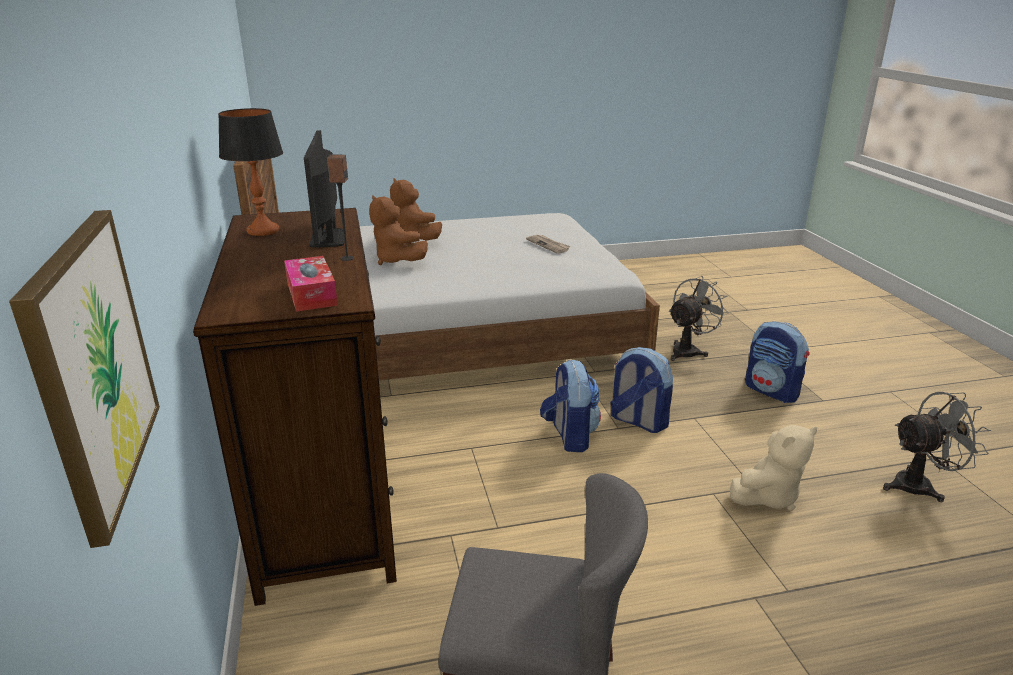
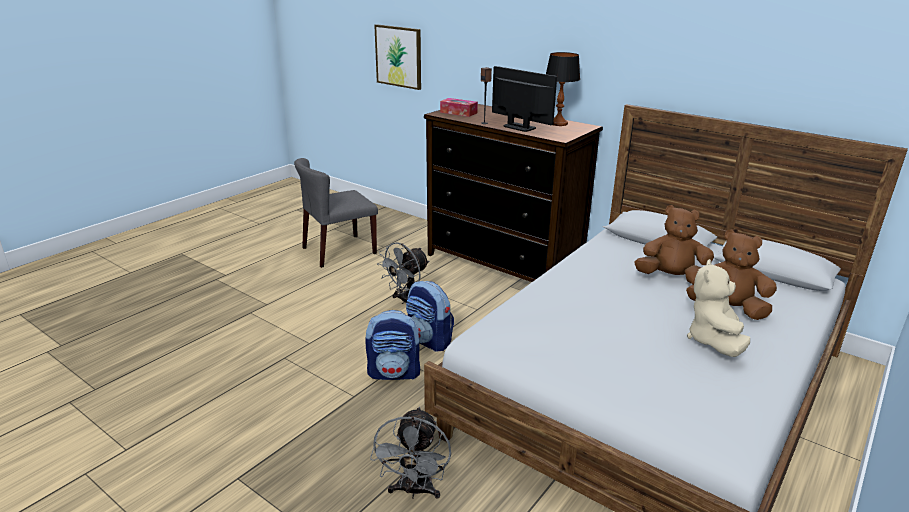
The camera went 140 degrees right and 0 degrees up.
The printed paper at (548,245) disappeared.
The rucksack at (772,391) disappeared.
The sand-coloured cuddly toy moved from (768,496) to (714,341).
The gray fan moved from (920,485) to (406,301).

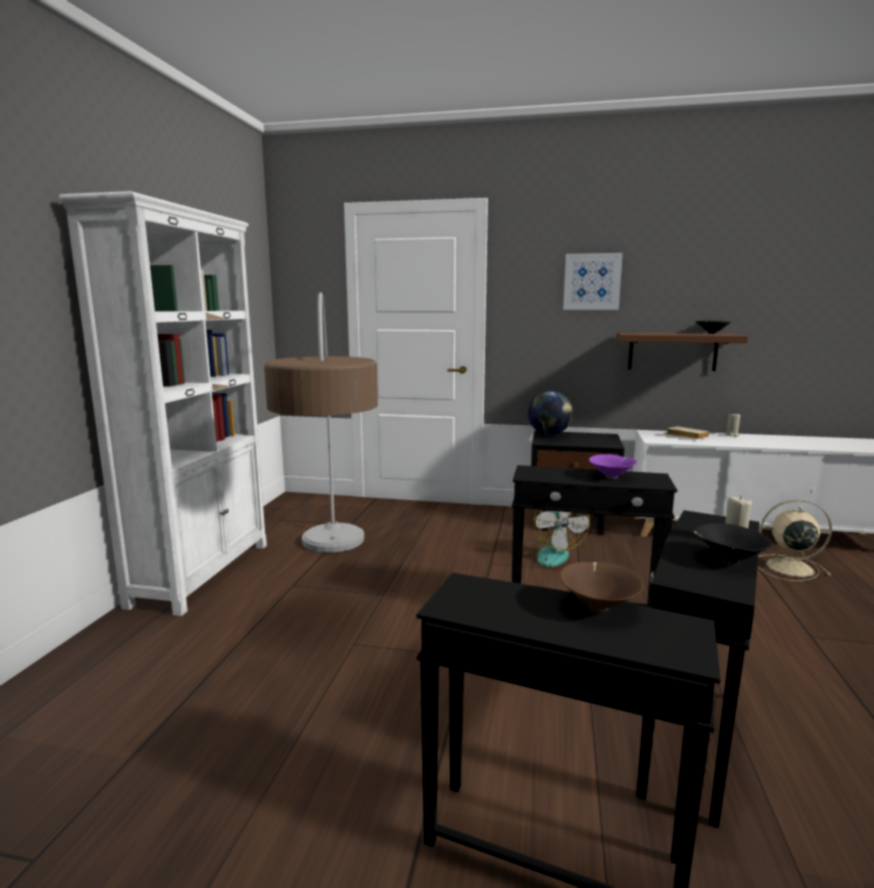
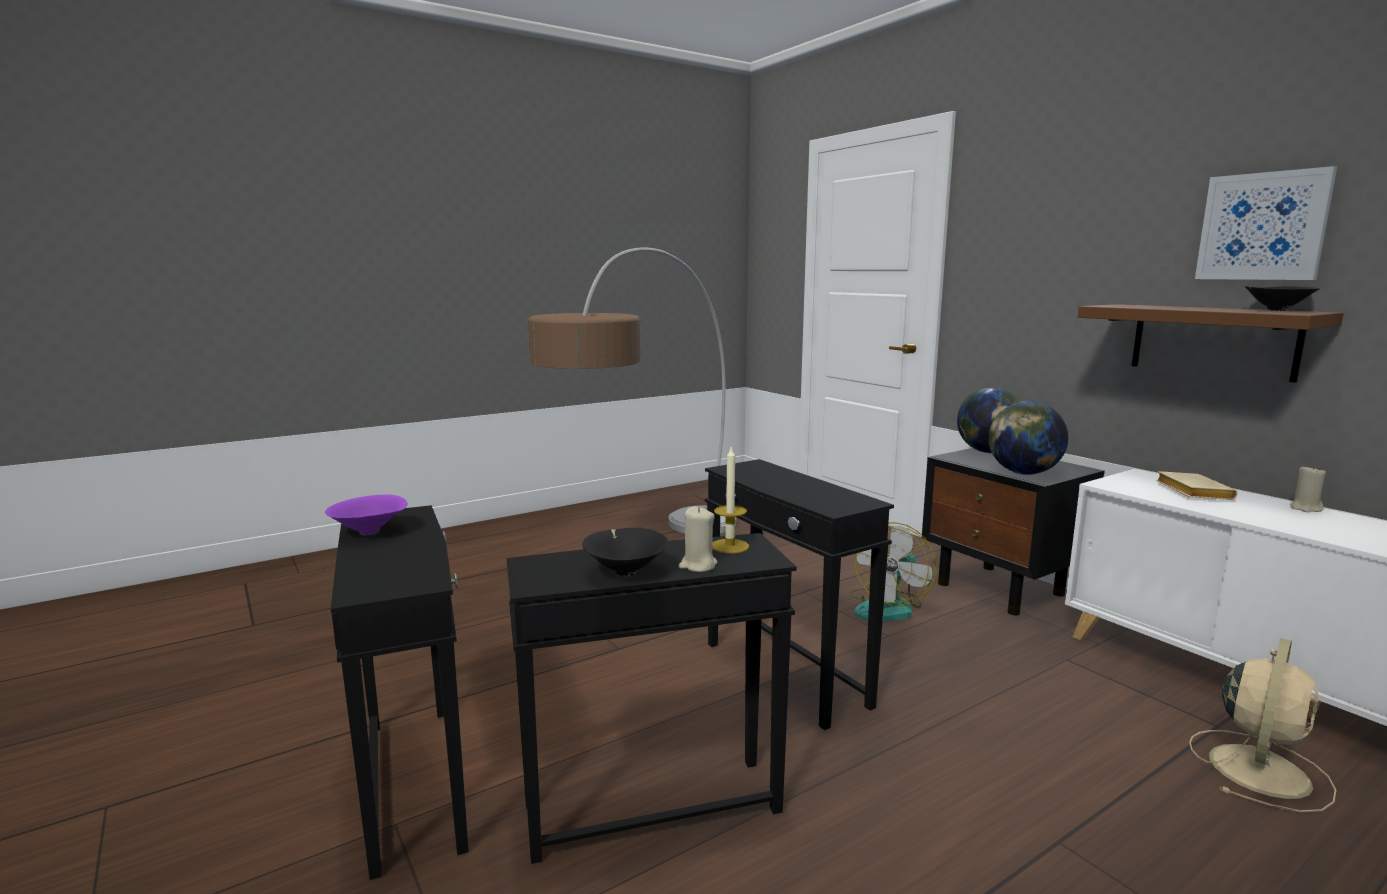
The camera went 45 degrees right and 0 degrees up.
The whitish bookcase at (203,573) disappeared.
The brown deep dish at (598,605) disappeared.
The wax candle at (730,546) appeared.
The desk globe at (1023,473) appeared.
The picture moved from (592,281) to (1262,226).
The purple-coloured deep dish moved from (612,477) to (371,532).
The sand-coloured fan at (787,567) turned 75 degrees clockwise.

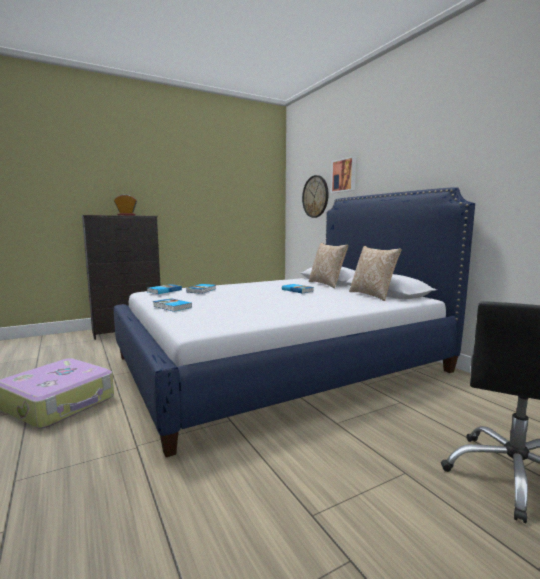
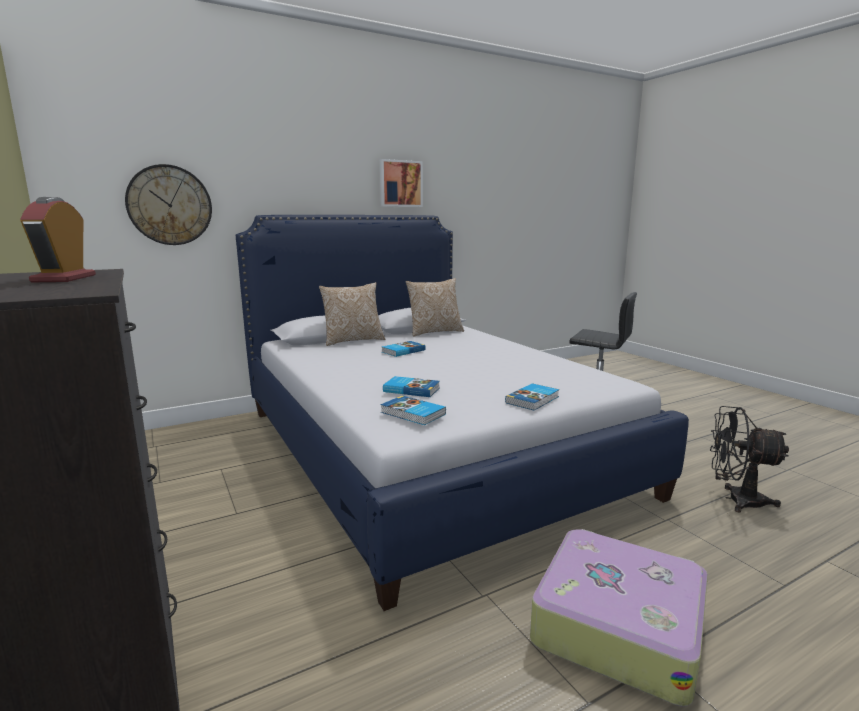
The camera went 90 degrees left and 5 degrees up.
The black-coloured fan at (736,500) appeared.
The picture moved from (344,175) to (400,183).

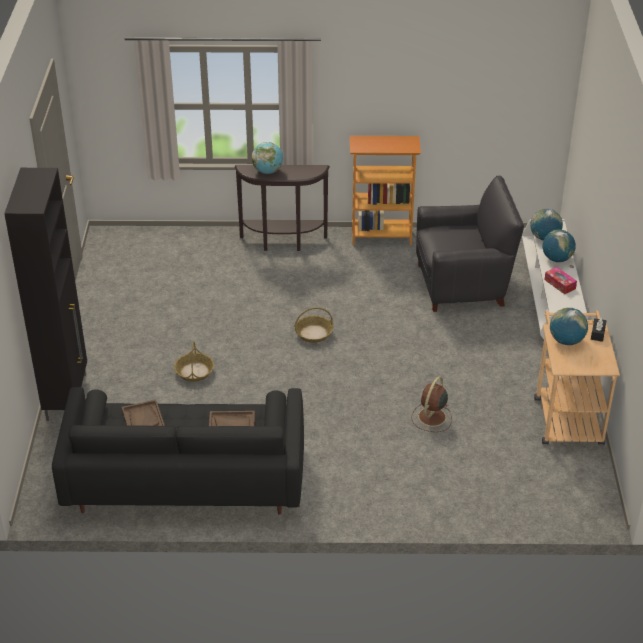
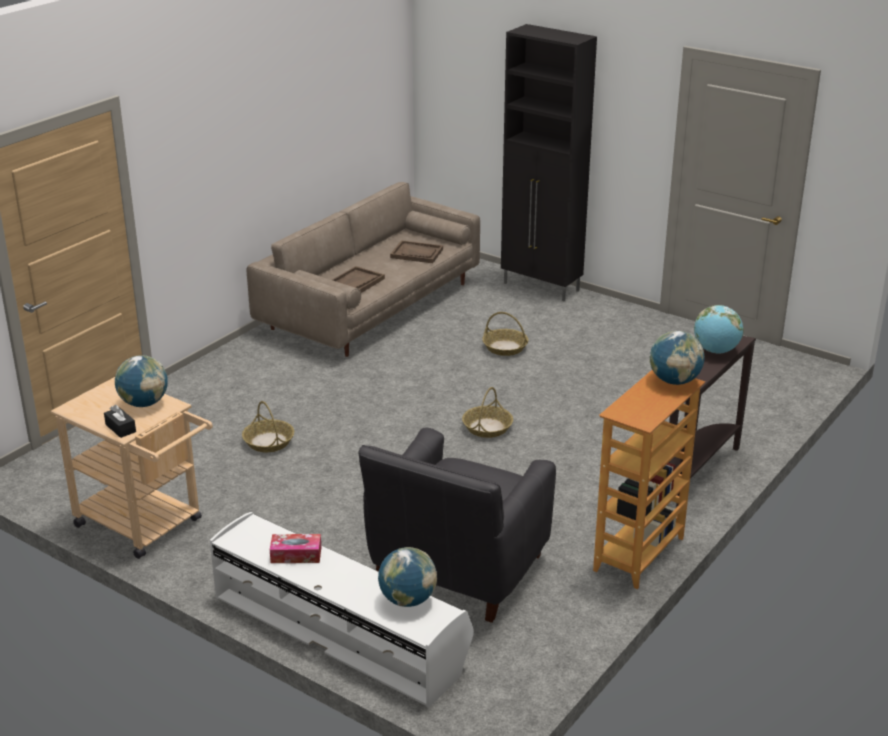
The camera went 125 degrees right and 10 degrees down.
The desk globe moved from (557,259) to (674,381).
The brown fan at (431,417) was replaced by the storage basket at (268,442).
The black-coloured couch at (185,477) became the sand-coloured couch at (370,306).

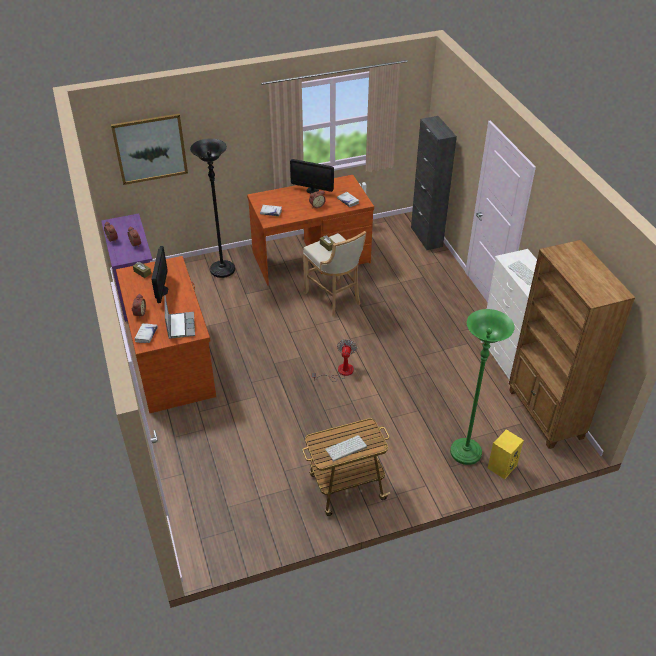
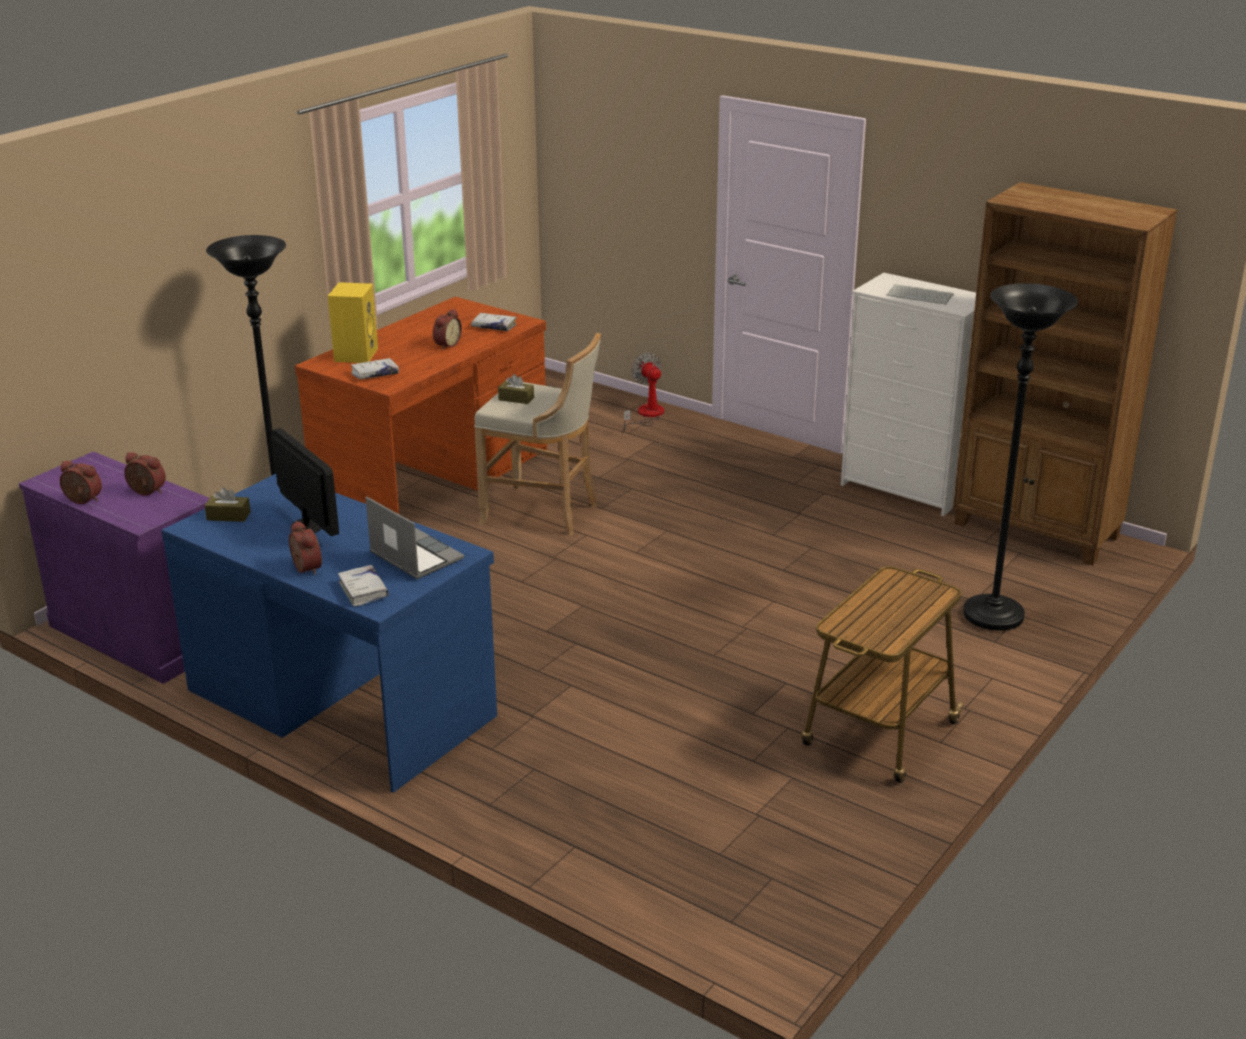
The camera went 35 degrees left and 15 degrees down.
The picture at (150,149) disappeared.
The monitor at (312,190) disappeared.
The keyboard at (346,449) disappeared.
The black-coloured cabinet at (426,237) disappeared.
The fan moved from (340,372) to (646,415).
The yellowish audio speaker moved from (502,466) to (355,354).
The brown desk table at (172,361) became the blue-coloured desk table at (341,701).
The green standing lamp at (465,453) became the black-coloured standing lamp at (993,616).

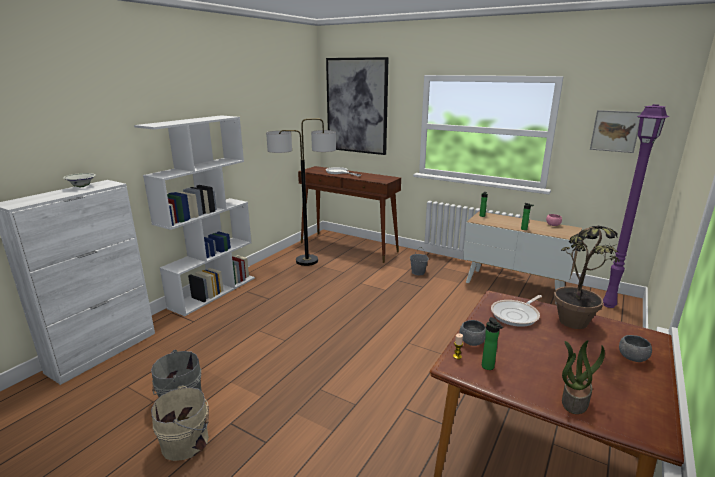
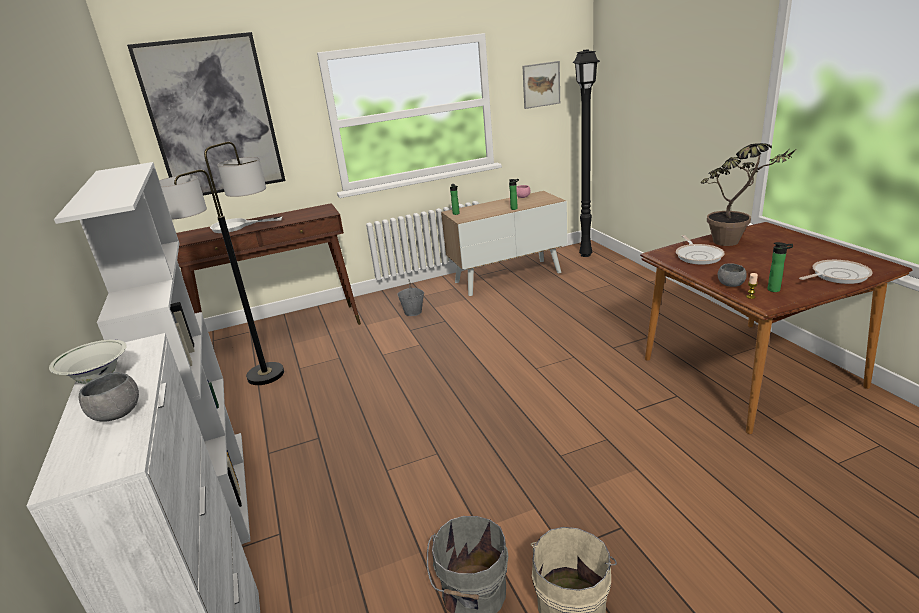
The camera went 50 degrees left and 5 degrees up.
The gray deep dish moved from (632,358) to (117,414).
The plant in a pot at (574,401) was replaced by the pan at (837,276).
The purple-coloured standing lamp at (610,305) became the black-coloured standing lamp at (586,254).

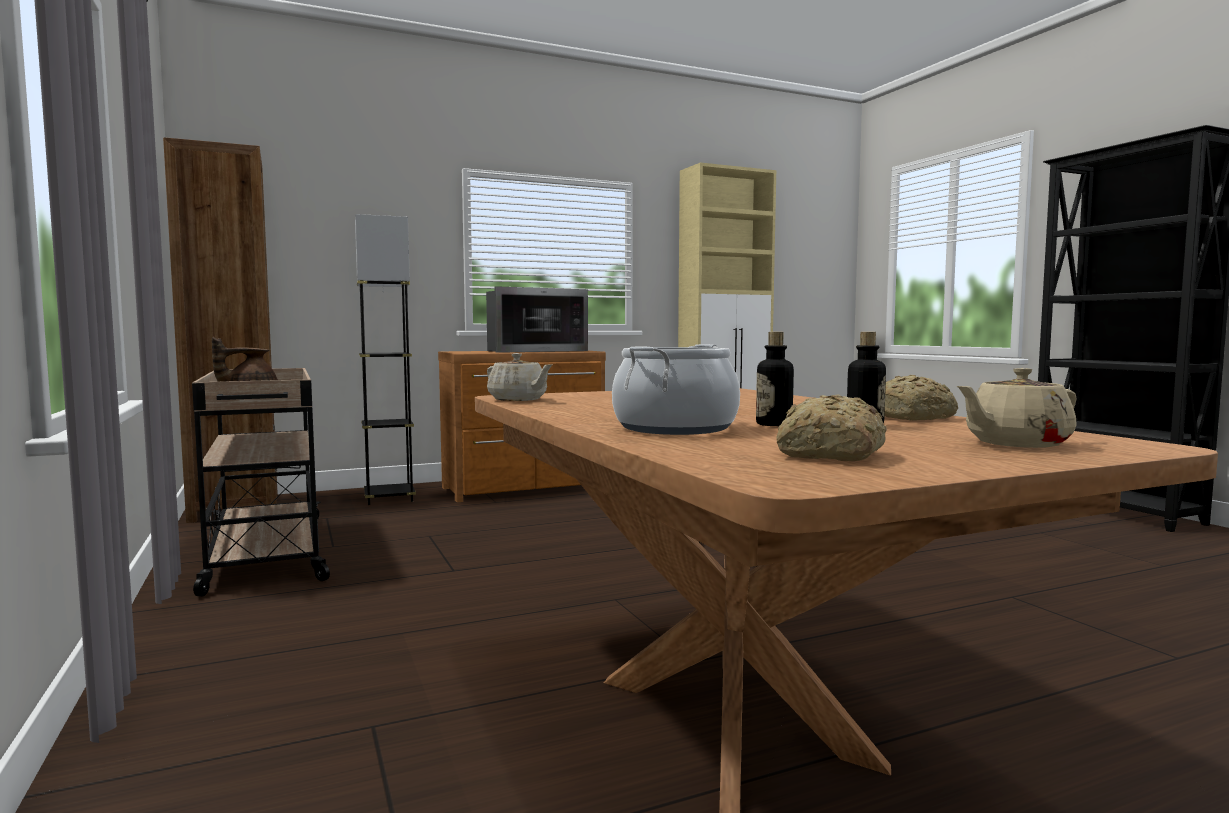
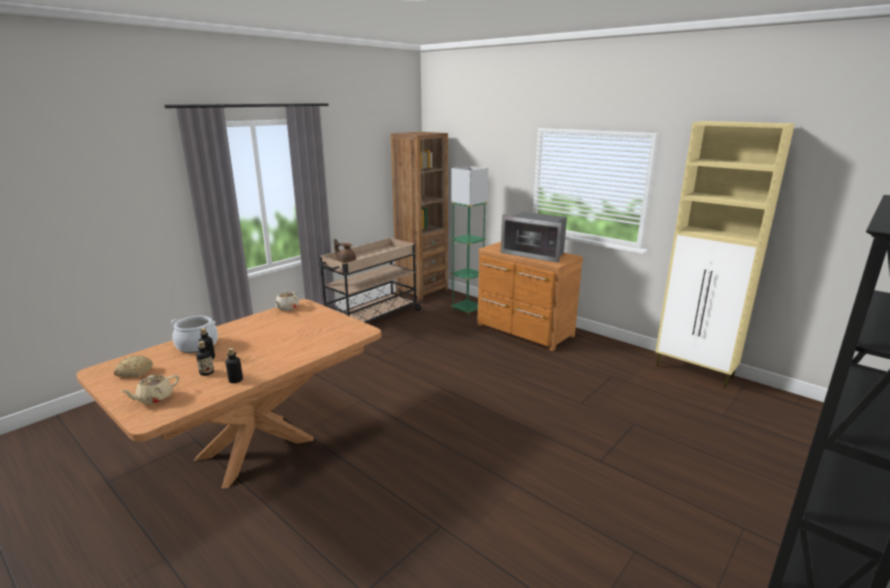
The camera went 65 degrees right and 15 degrees up.
The bread at (913,417) was replaced by the bottle at (236,380).
The gray standing lamp at (389,498) became the green standing lamp at (467,310).
The sand-coloured tea pot at (1016,444) turned 90 degrees counterclockwise.

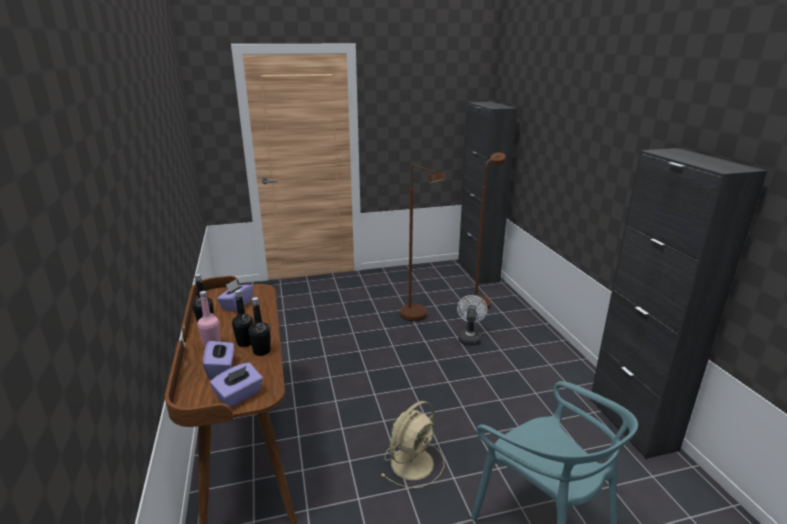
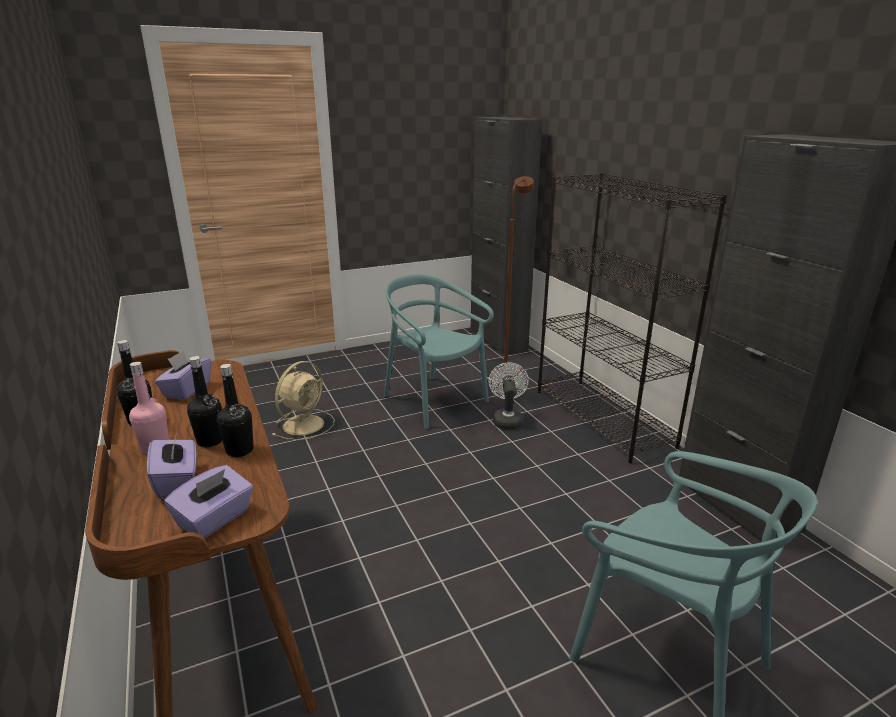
The camera went 10 degrees left and 0 degrees up.
The black-coloured bookcase at (603,418) appeared.
The sand-coloured fan moved from (413,462) to (305,424).
The brown standing lamp at (418,317) was replaced by the blue-green chair at (434,401).

